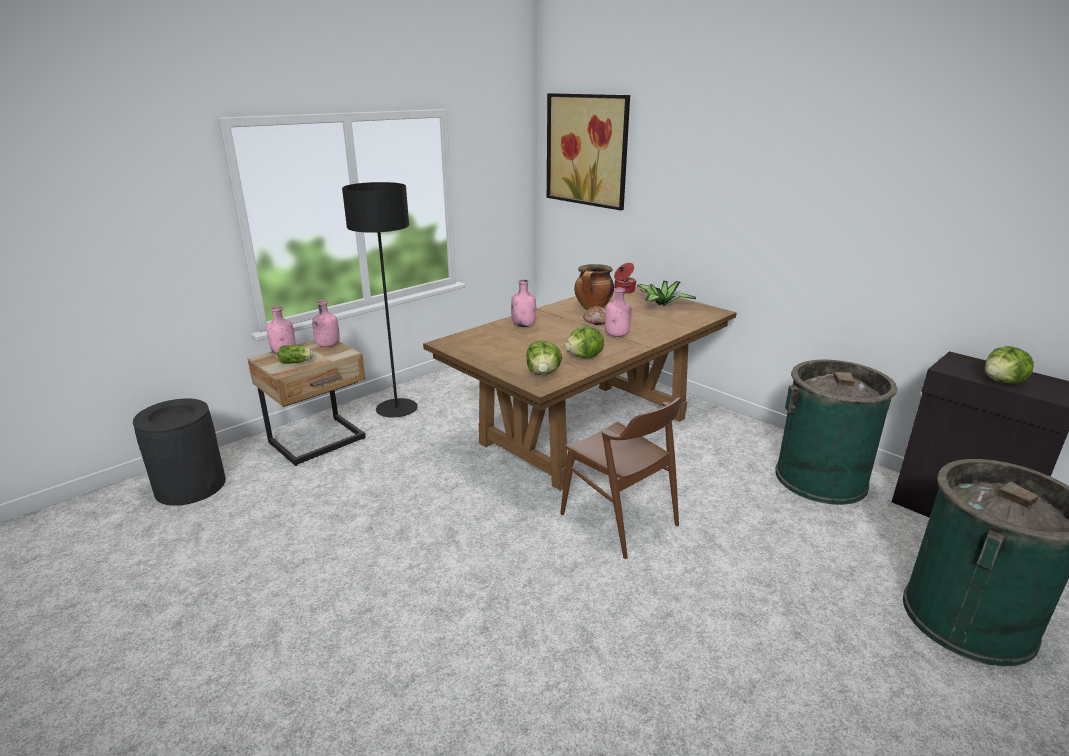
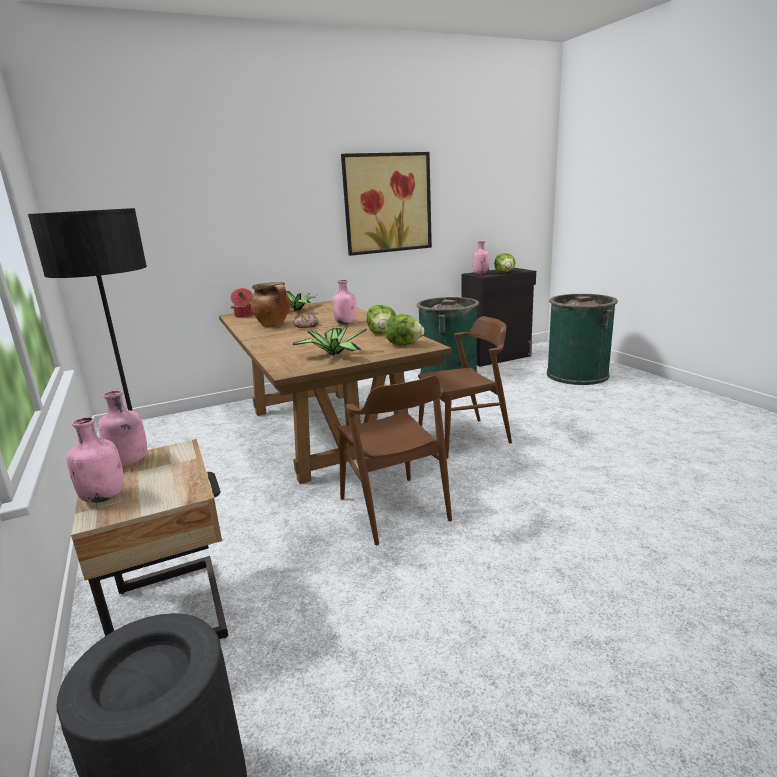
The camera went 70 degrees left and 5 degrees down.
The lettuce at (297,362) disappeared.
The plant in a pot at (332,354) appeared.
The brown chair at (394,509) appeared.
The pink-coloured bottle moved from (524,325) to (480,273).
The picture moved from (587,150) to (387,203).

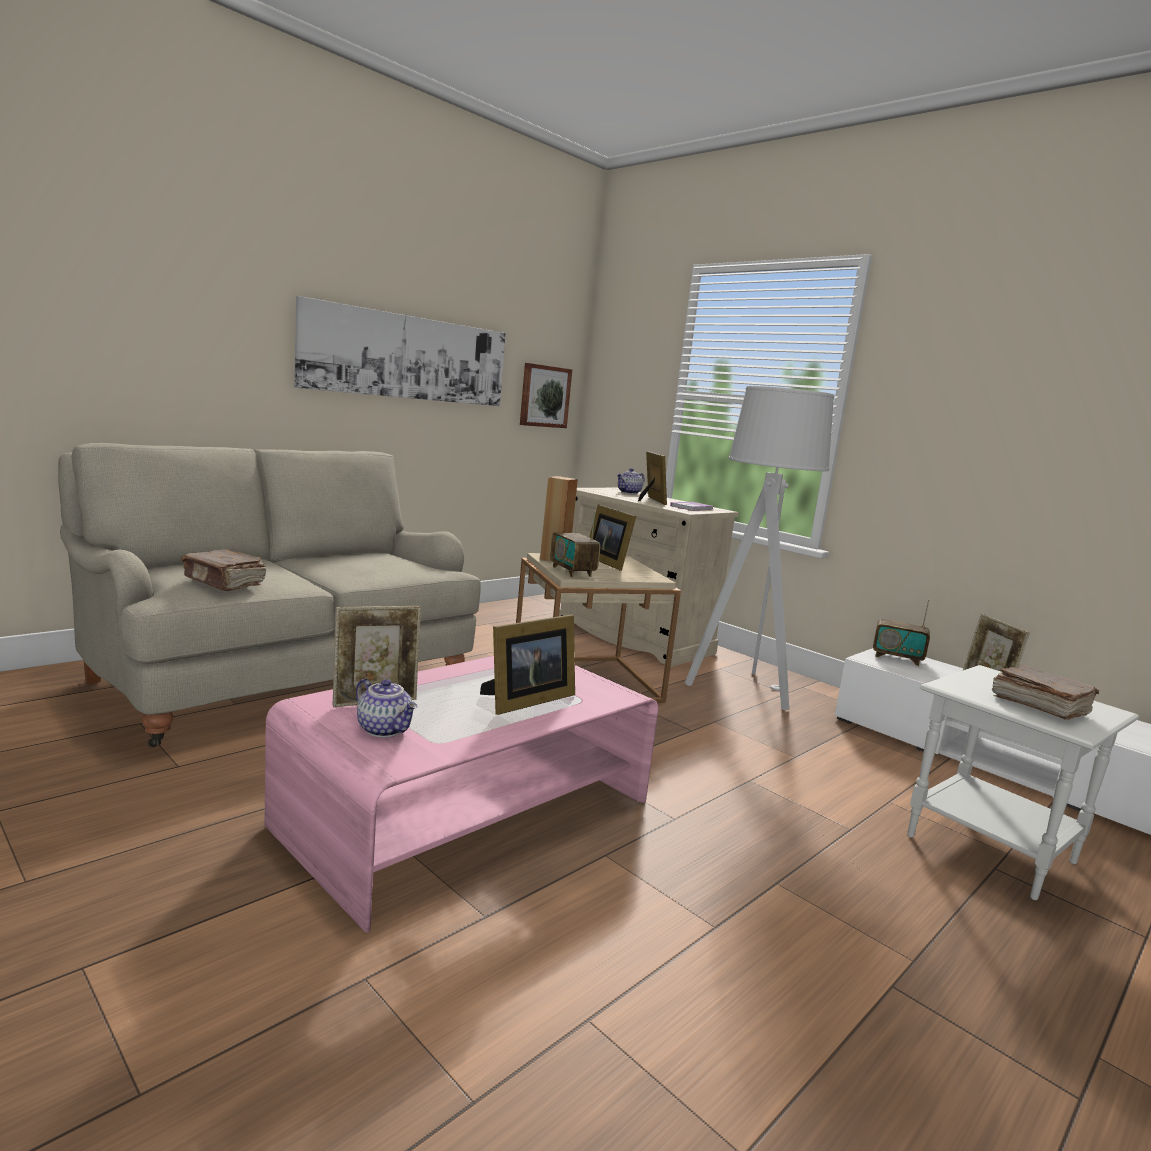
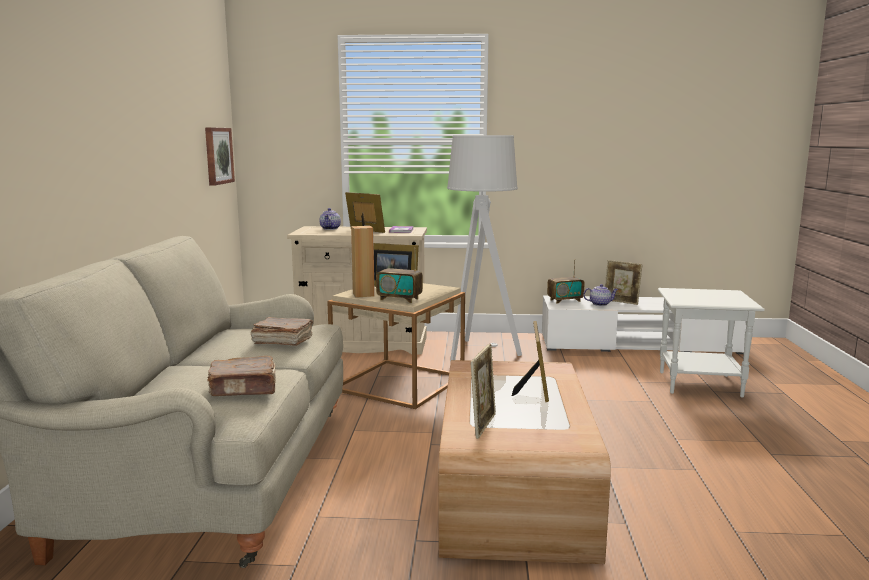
The camera went 40 degrees left and 0 degrees up.
The picture at (408,357) disappeared.
The tea pot moved from (385,729) to (600,304).
The brown bound book moved from (1038,706) to (282,341).
The pink-coloured lounge table at (469,813) became the brown lounge table at (513,484).

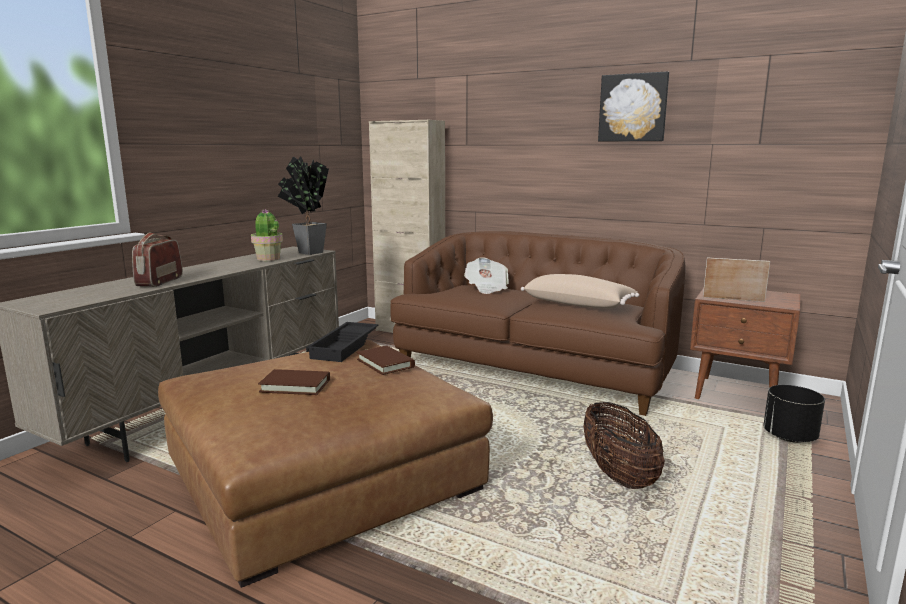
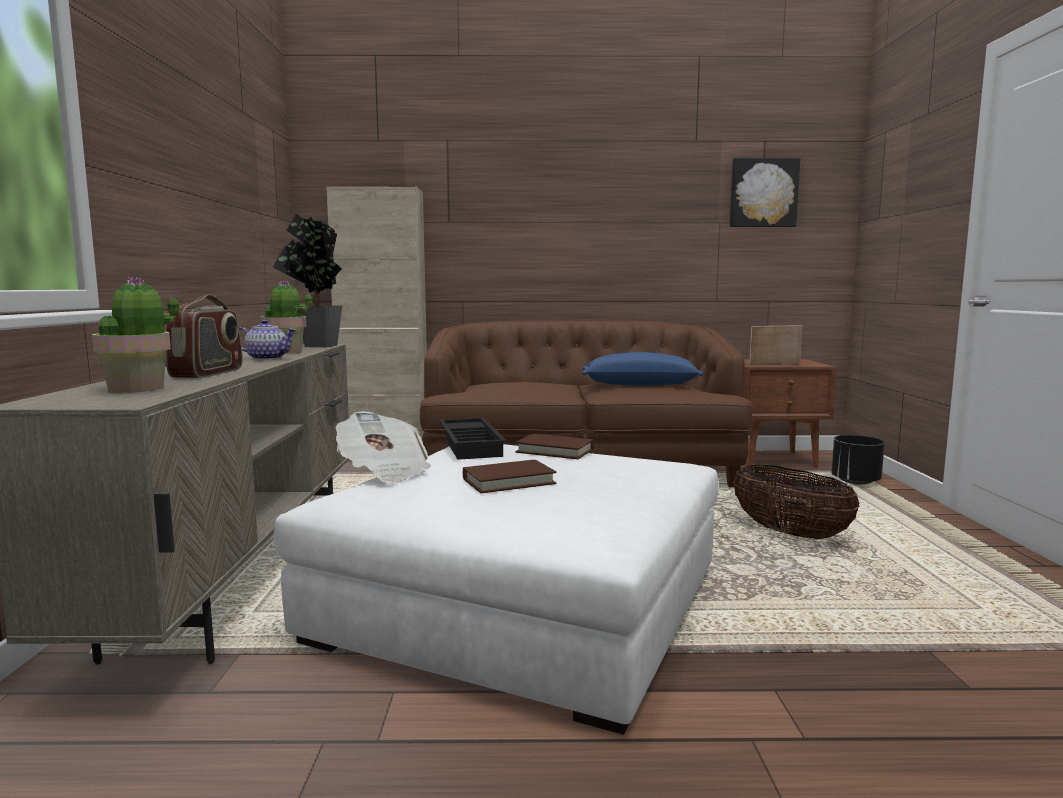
The camera went 30 degrees left and 5 degrees down.
The plant in a pot at (138,389) appeared.
The tea pot at (267,358) appeared.
The printed paper moved from (486,288) to (384,471).
The picture moved from (633,108) to (763,193).
The brown footrest at (322,475) became the whitish footrest at (521,604).
The sand-coloured pillow at (578,304) became the blue-coloured pillow at (640,385).
The radio at (159,282) turned 150 degrees counterclockwise.

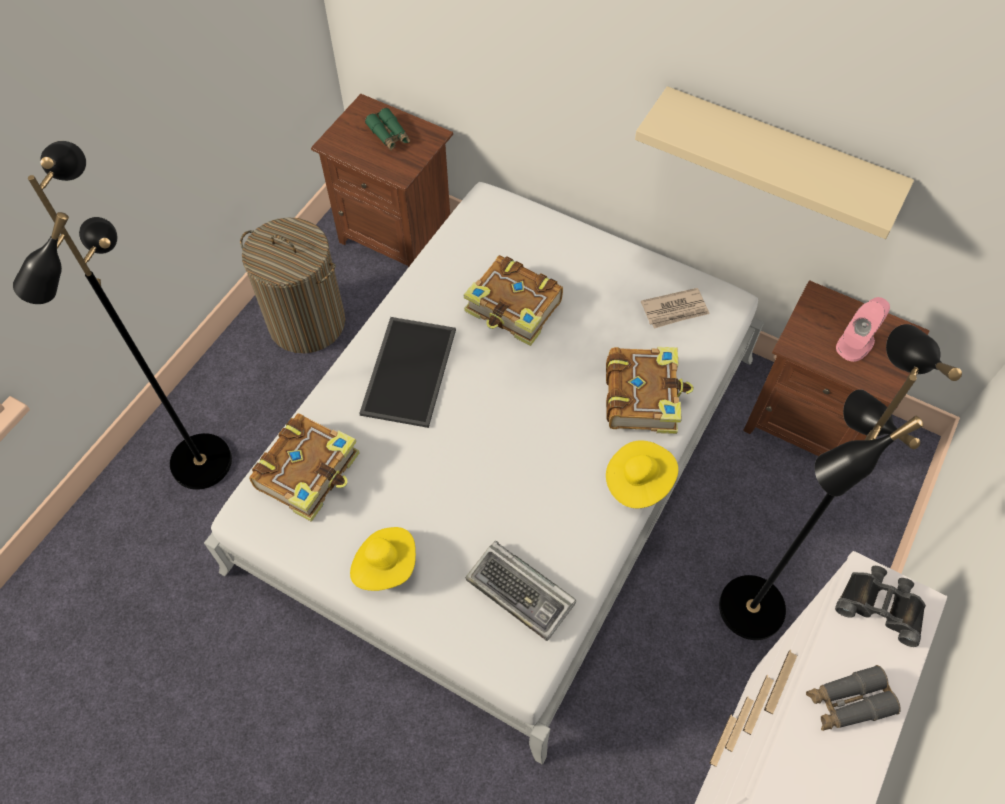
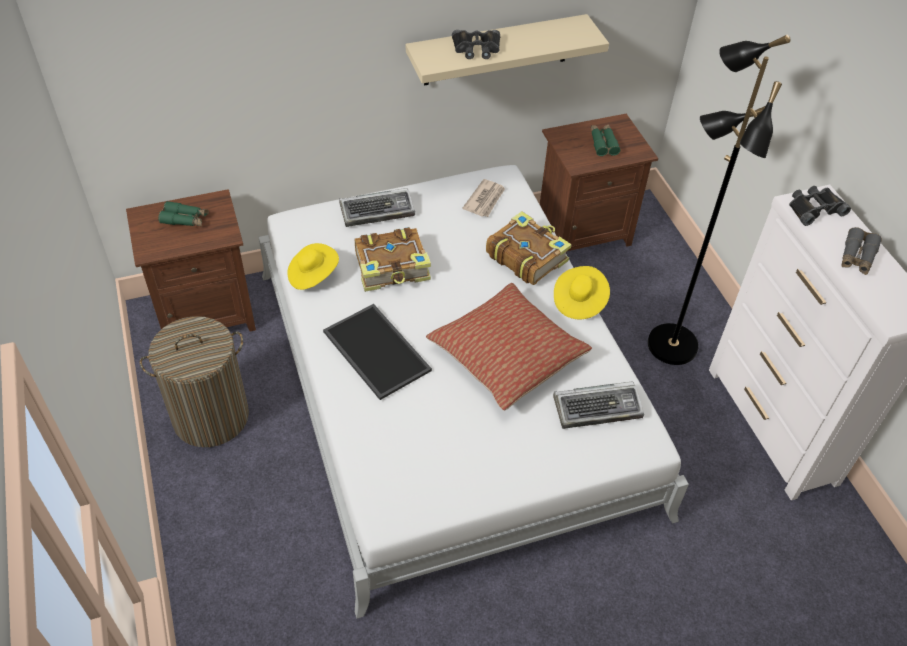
The camera went 50 degrees left and 10 degrees down.
The black-coloured standing lamp at (199,461) disappeared.
The bound book at (309,472) disappeared.
The keyboard at (378,211) appeared.
The pillow at (506,356) appeared.
The black-coloured binoculars at (476,49) appeared.
The yellowish hat moved from (385,565) to (312,275).
The pink-coloured audio speaker at (855,343) was replaced by the green binoculars at (603,143).

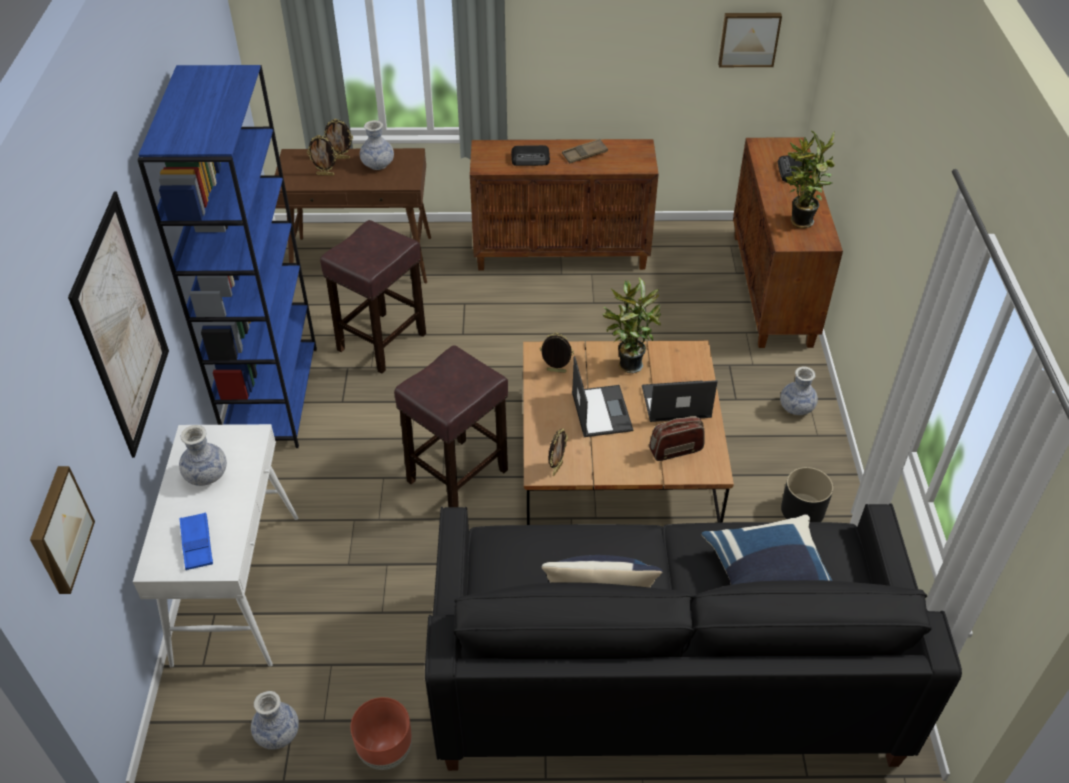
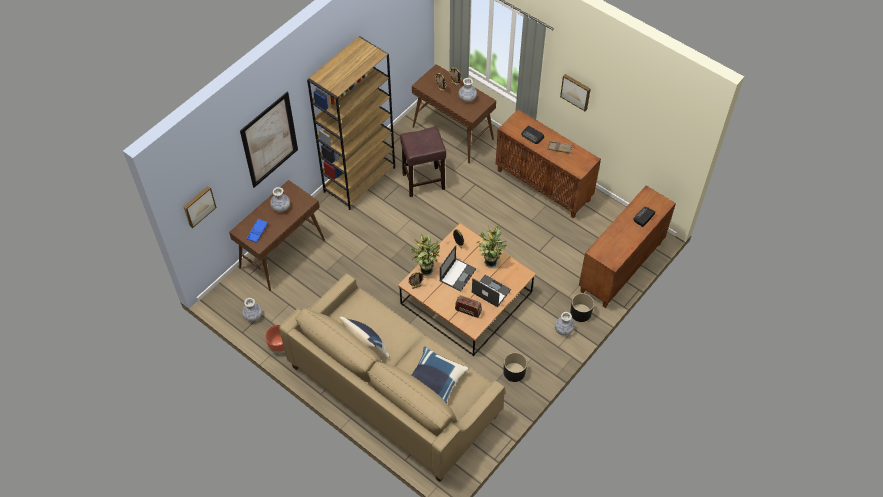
The camera went 40 degrees right and 10 degrees up.
The brown sitting stool at (458,475) disappeared.
The black-coloured flower pot at (581,313) appeared.
The picture moved from (749,38) to (576,91).
The plant in a pot moved from (799,222) to (425,270).
The whitish narrow table at (237,587) became the brown narrow table at (282,253).
The blue-coloured bookcase at (272,396) became the brown bookcase at (359,179).
The black-coloured couch at (663,674) became the sand-coloured couch at (394,391).

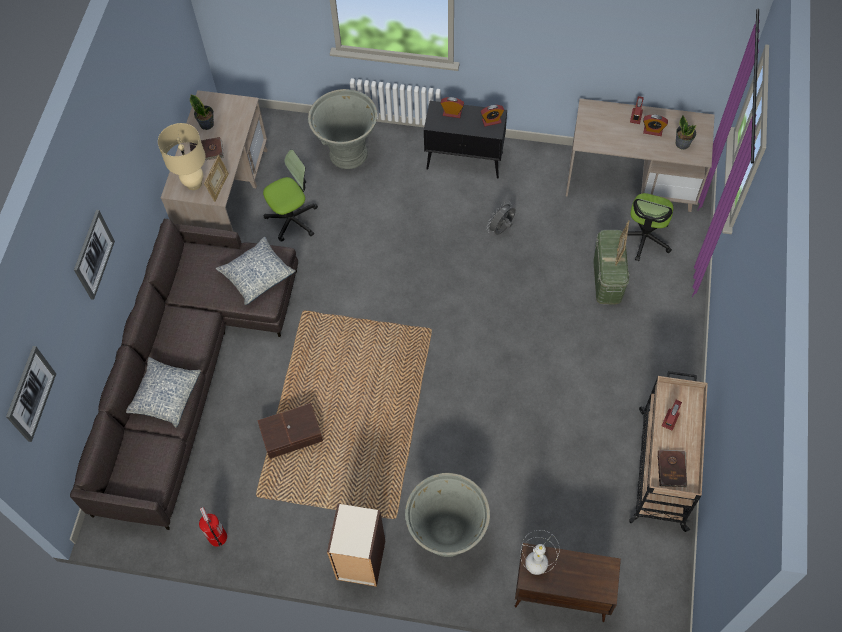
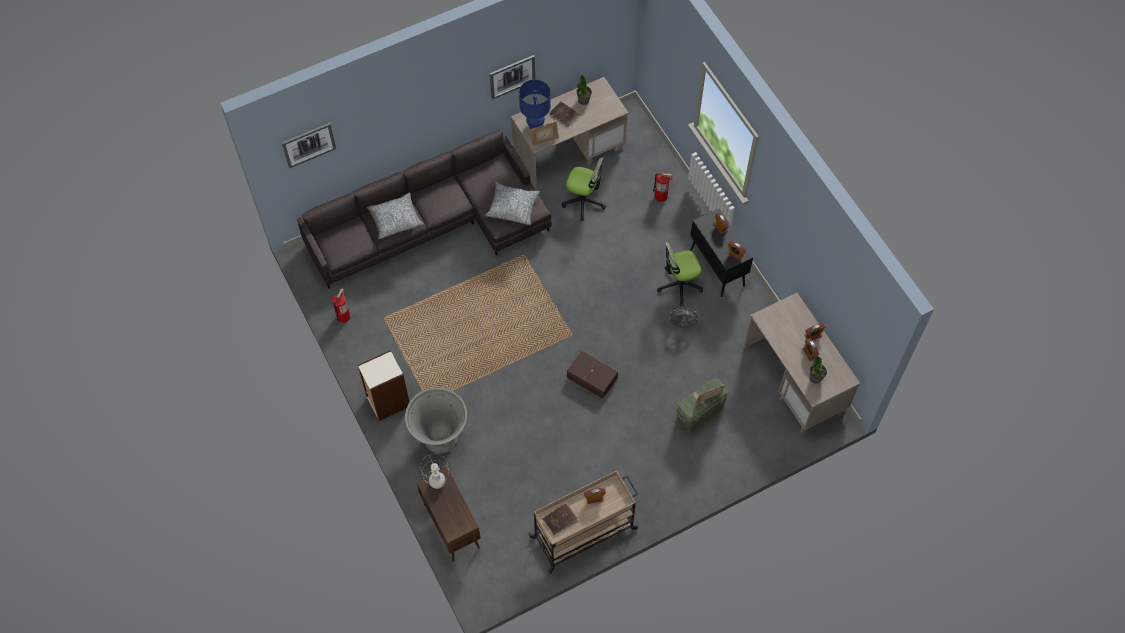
The camera went 50 degrees right and 0 degrees up.
The picture moved from (93,254) to (512,76).
The brown storage container moved from (292,435) to (592,378).
The computer chair moved from (644,238) to (679,285).
The gray flower pot at (347,153) was replaced by the fire extinguisher at (661,196).
The sand-coloured table lamp at (194,183) became the blue-coloured table lamp at (535,125).

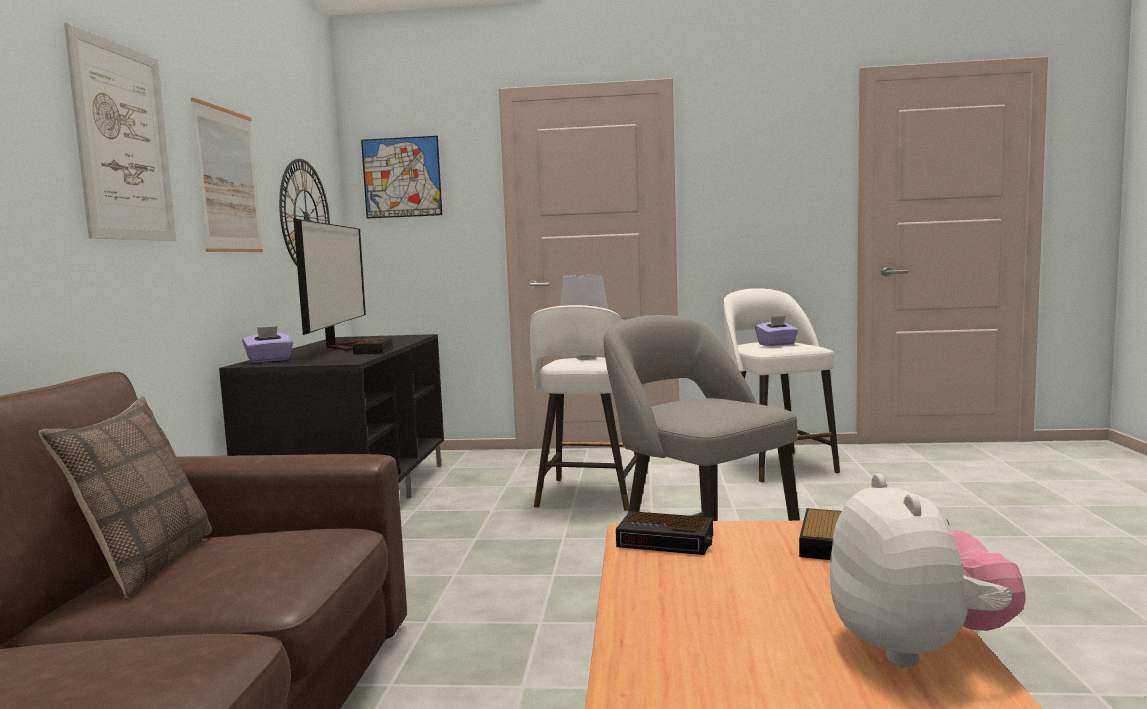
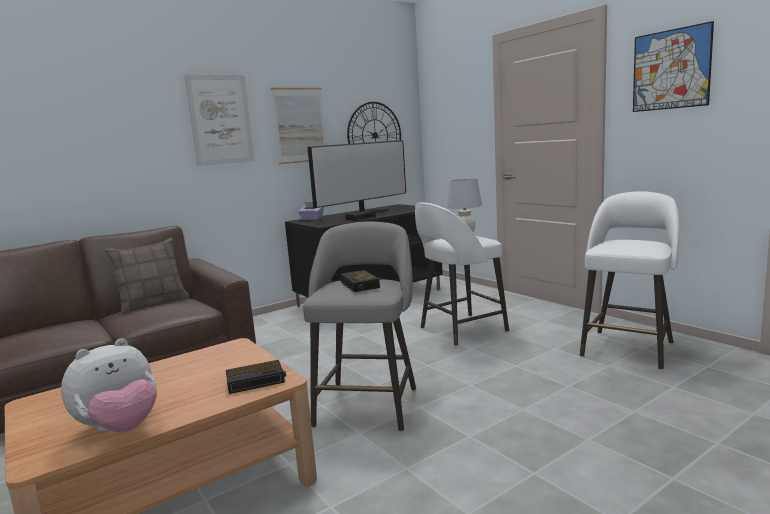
The camera went 50 degrees right and 5 degrees up.
The purple-coloured tissue holder at (776,344) disappeared.
The picture moved from (402,177) to (670,69).
The bedside clock moved from (667,541) to (360,285).

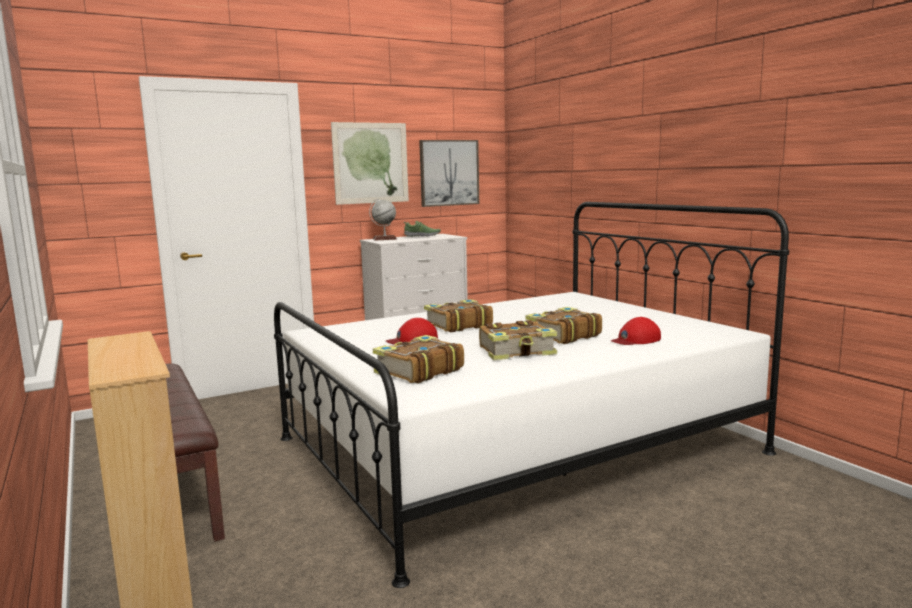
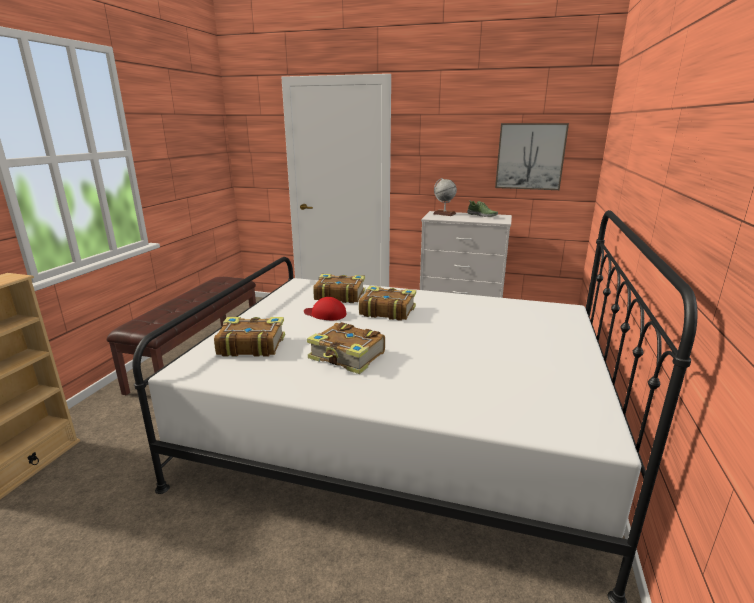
The camera went 45 degrees right and 10 degrees up.
The picture at (370,163) disappeared.
The reddish baseball cap at (635,340) disappeared.
The bound book moved from (562,336) to (339,296).

